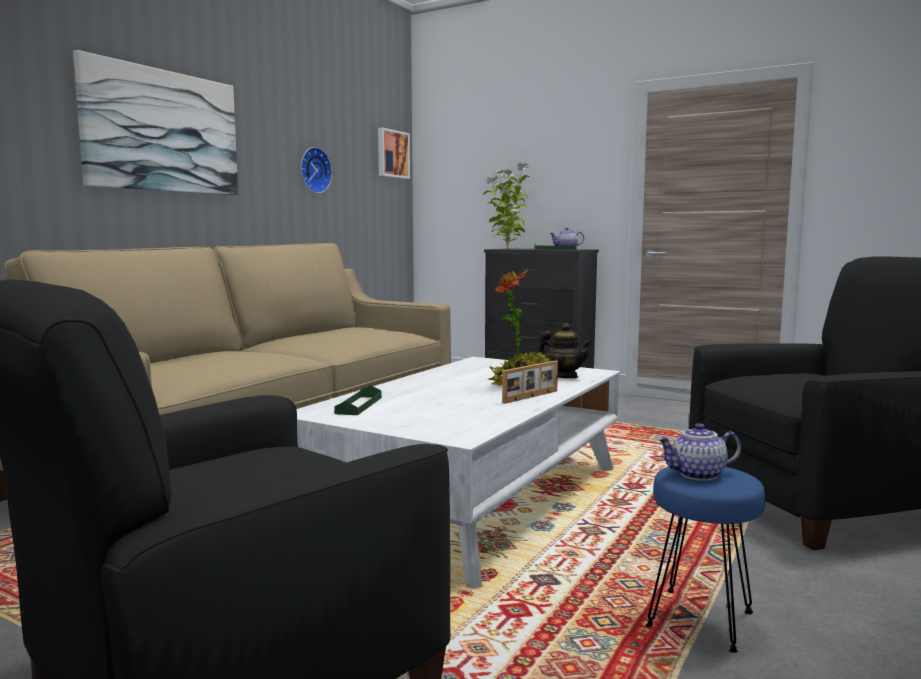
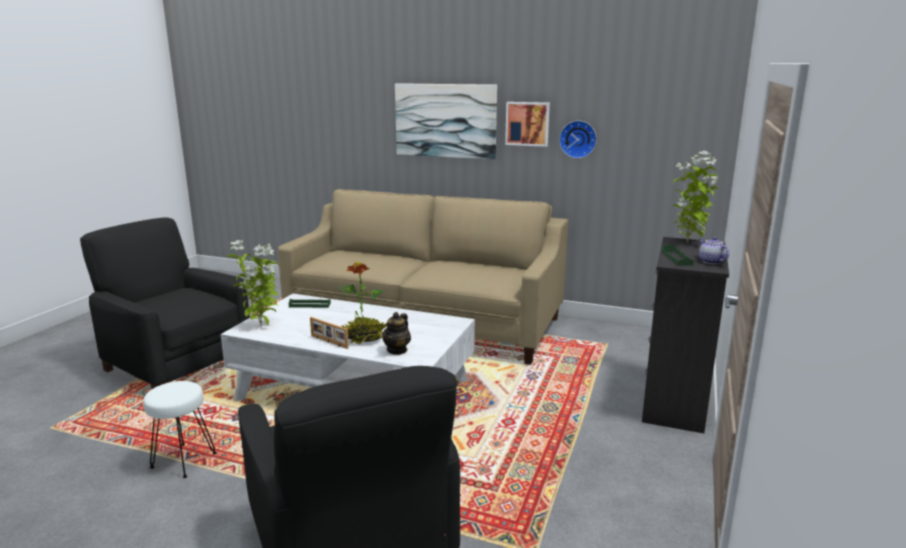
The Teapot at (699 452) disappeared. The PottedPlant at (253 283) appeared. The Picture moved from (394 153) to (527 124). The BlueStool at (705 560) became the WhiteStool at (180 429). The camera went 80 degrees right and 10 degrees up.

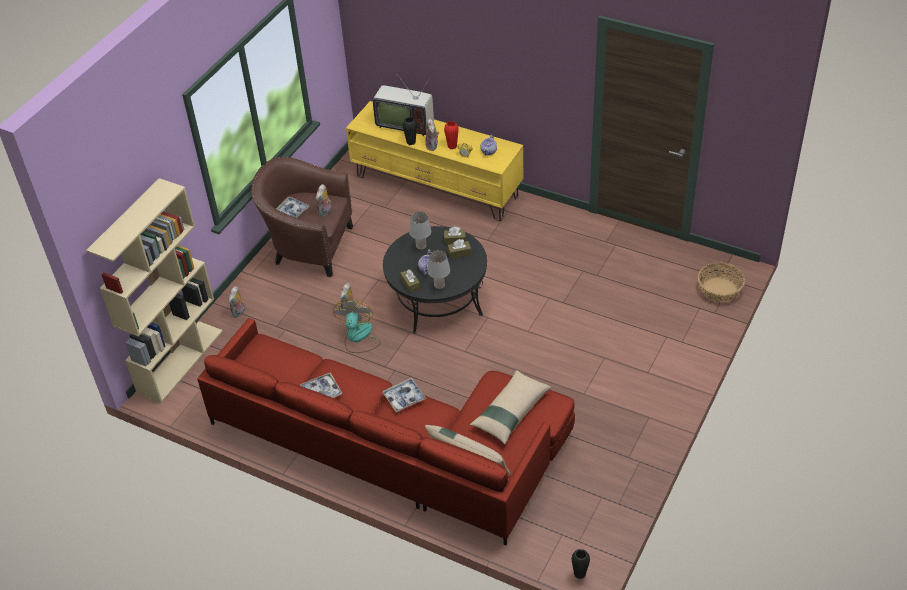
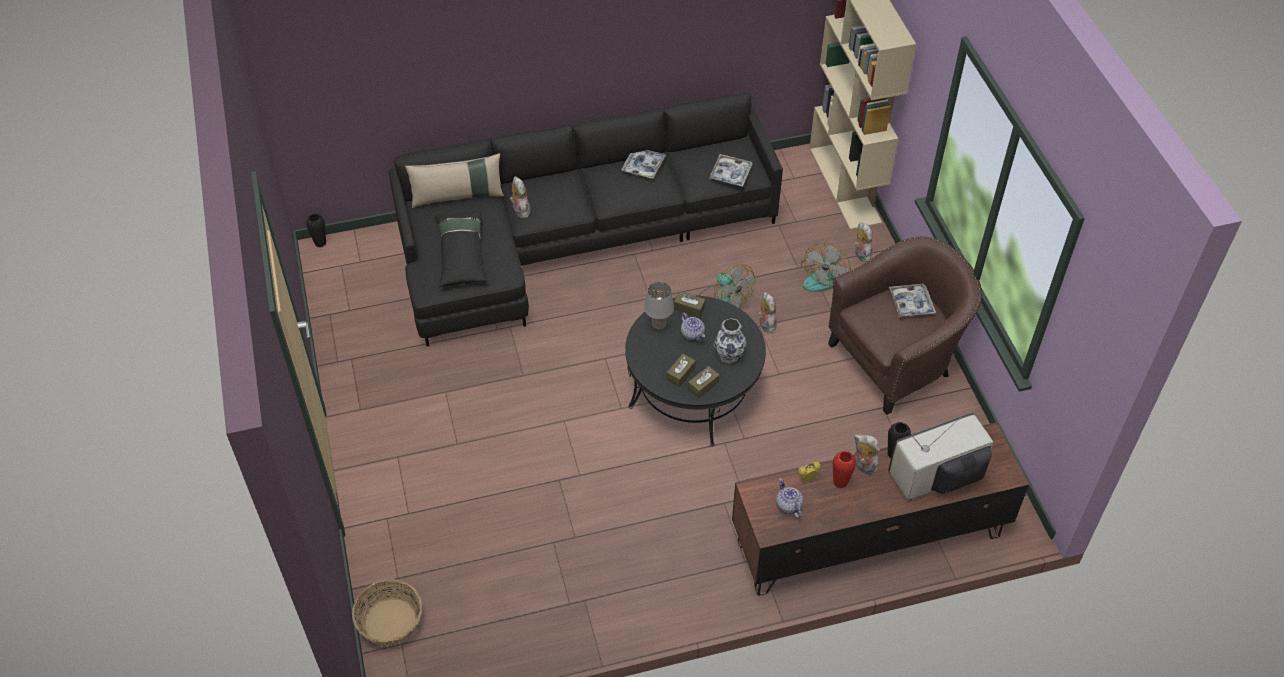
The Fan at (826 267) appeared. The PlushToy moved from (323 200) to (520 197). The Tray moved from (404 395) to (730 170). The GreyTableLamp at (420 231) was replaced by the Vase at (730 340). The RedSofa at (386 432) became the BlackSofa at (586 220). The YellowTvStand at (434 161) became the BrownTvStand at (880 509). The BeigePillow at (510 407) became the BlackPillow at (461 249). The camera went 135 degrees right and 5 degrees up.

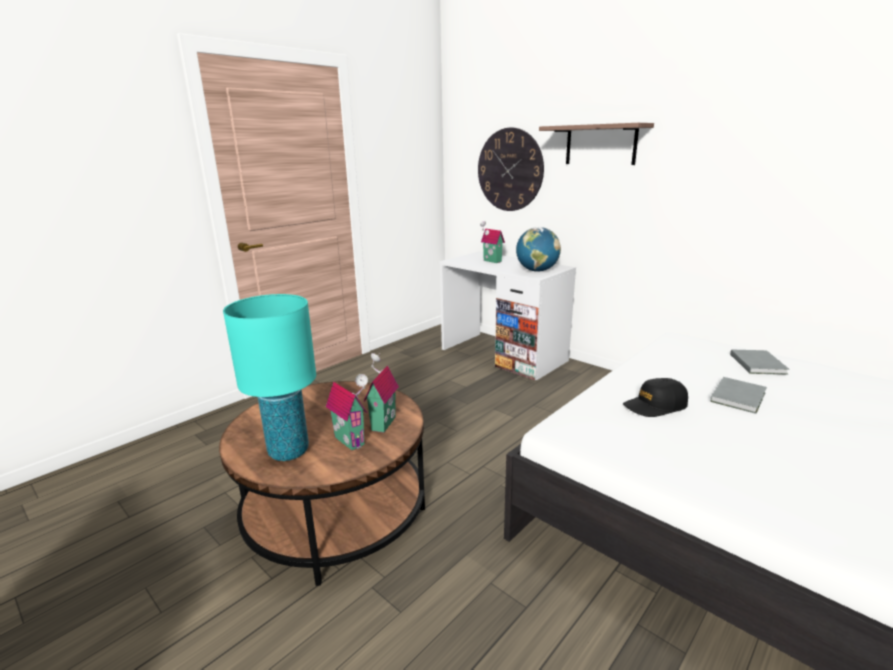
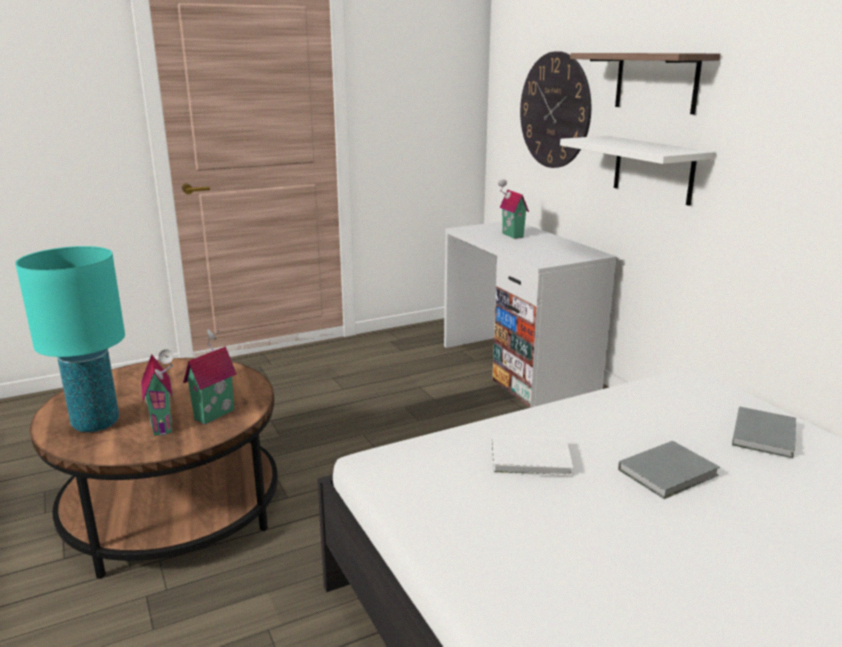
The Globe at (538 249) disappeared. The WhiteShelf at (637 171) appeared. The BlackCap at (655 397) was replaced by the WhiteBook at (532 455). The camera went 20 degrees right and 0 degrees up.

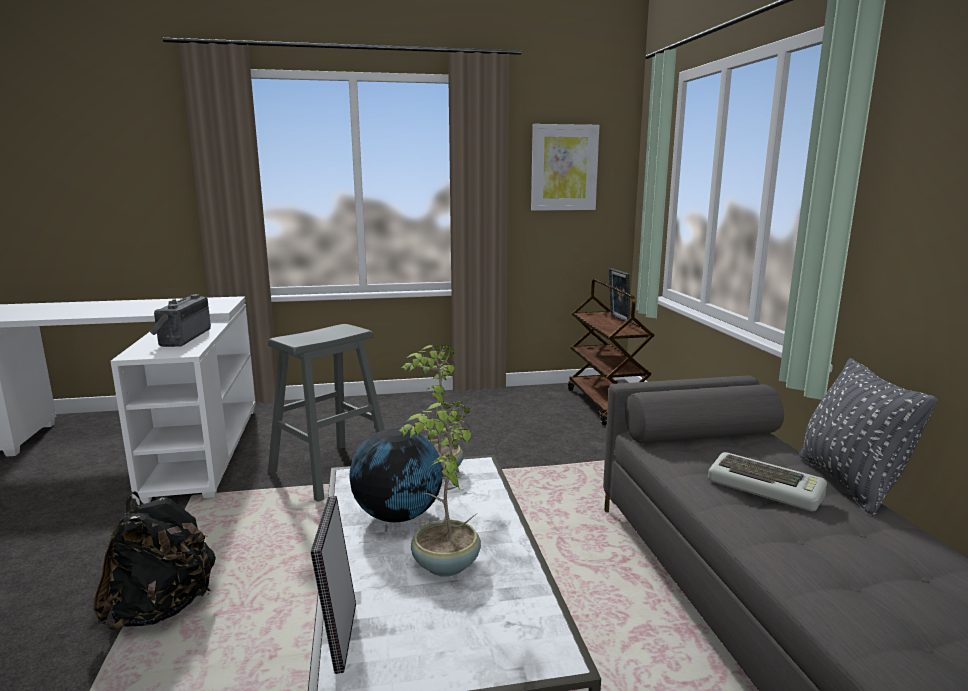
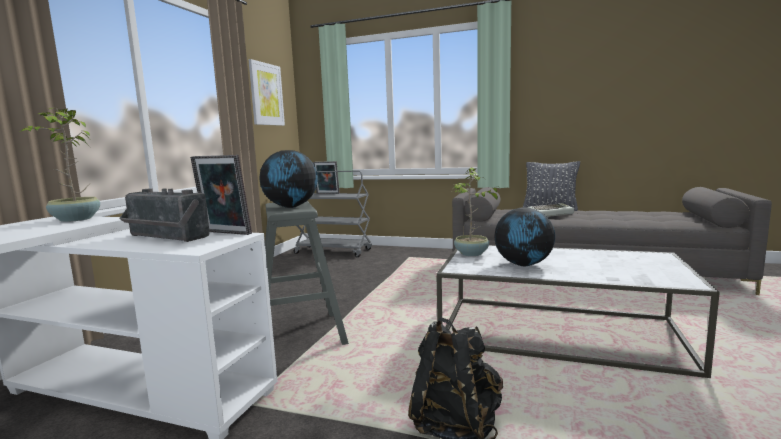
The Globe at (289 179) appeared. The PictureFrame moved from (333 585) to (221 195). The PottedPlant moved from (439 489) to (60 164). The BrownCart at (611 352) became the GreyCart at (333 214). The camera went 60 degrees left and 5 degrees down.

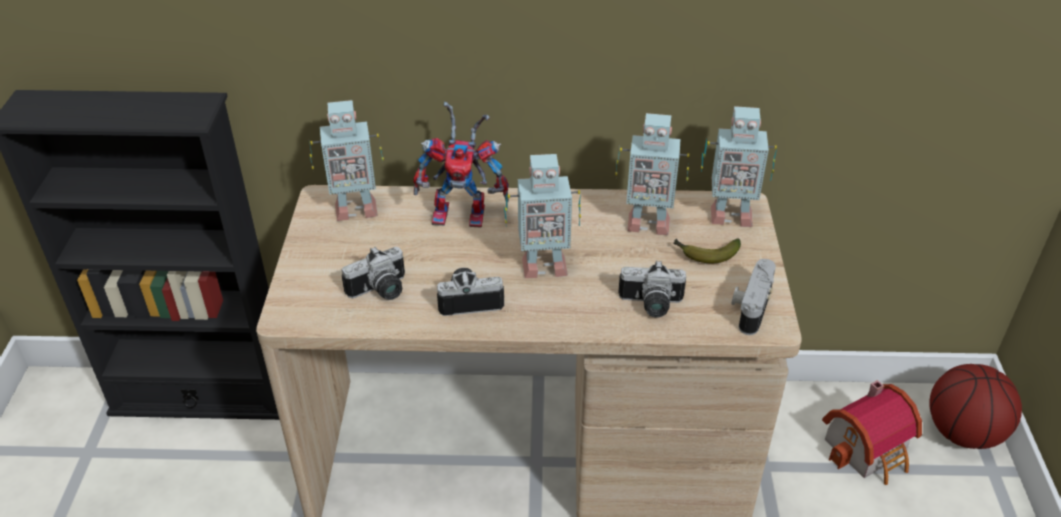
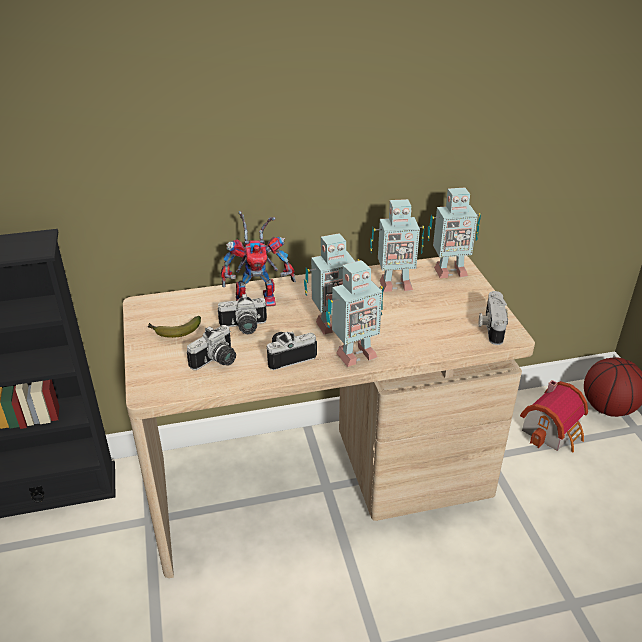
The ToyRobot moved from (346 160) to (355 313). The PhotoCamera moved from (652 289) to (242 314). The Banana moved from (707 250) to (174 327). The camera went 15 degrees left and 5 degrees down.

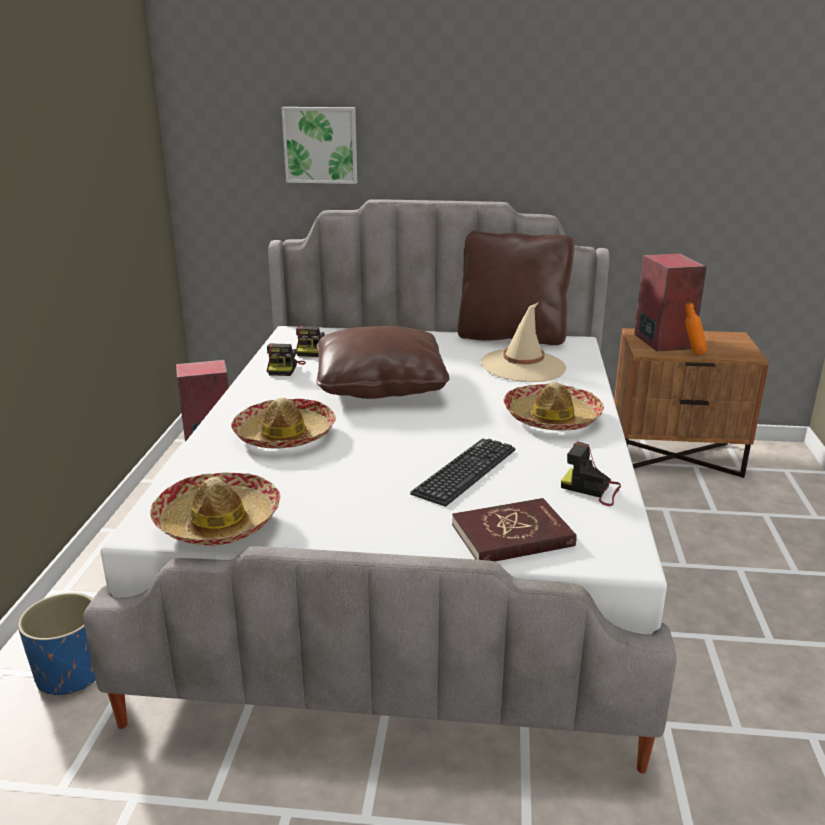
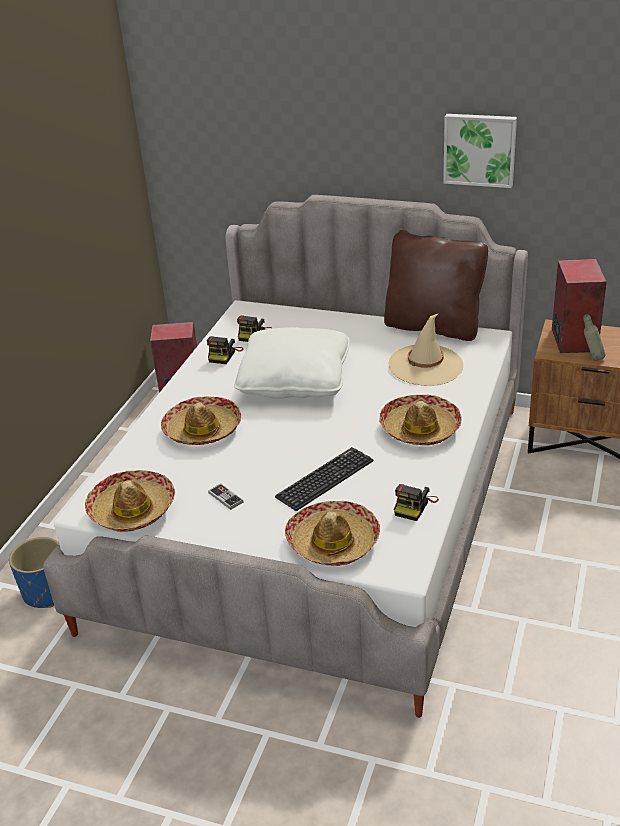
The GameController at (225 497) appeared. The Picture moved from (319 145) to (480 151). The RedBook at (514 529) was replaced by the Hat at (332 533). The BrownPillow at (383 362) became the WhitePillow at (292 363). The OrangeBottle at (696 328) became the GreyBottle at (594 337). The PhotoCamera at (591 473) turned 105 degrees counterclockwise. The camera went 15 degrees right and 10 degrees up.

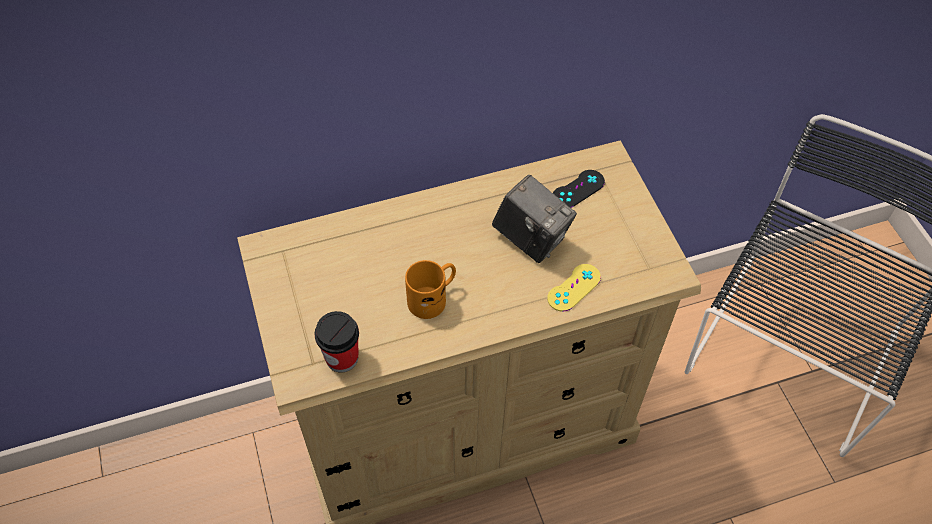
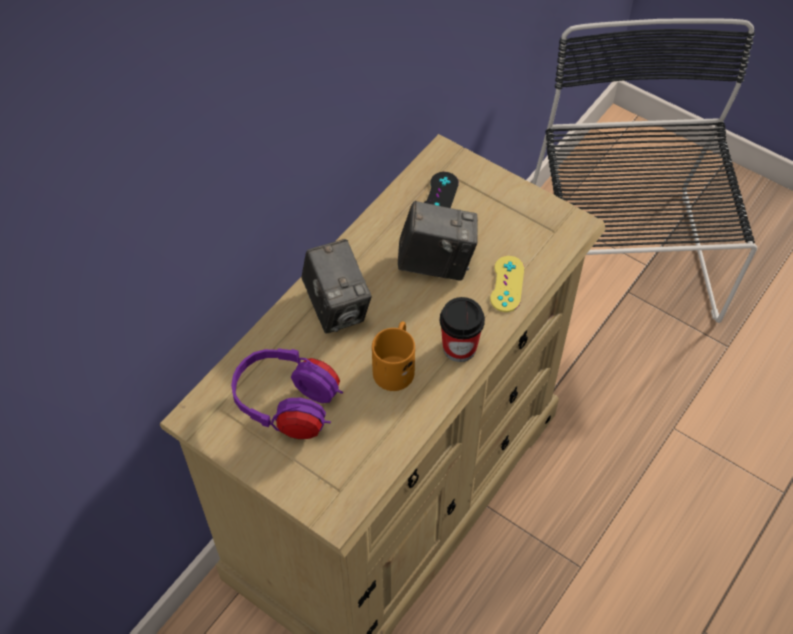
The PurpleHeadphones at (287 393) appeared. The PhotoCamera at (336 286) appeared. The Cup moved from (336 342) to (462 329). The camera went 35 degrees left and 0 degrees up.

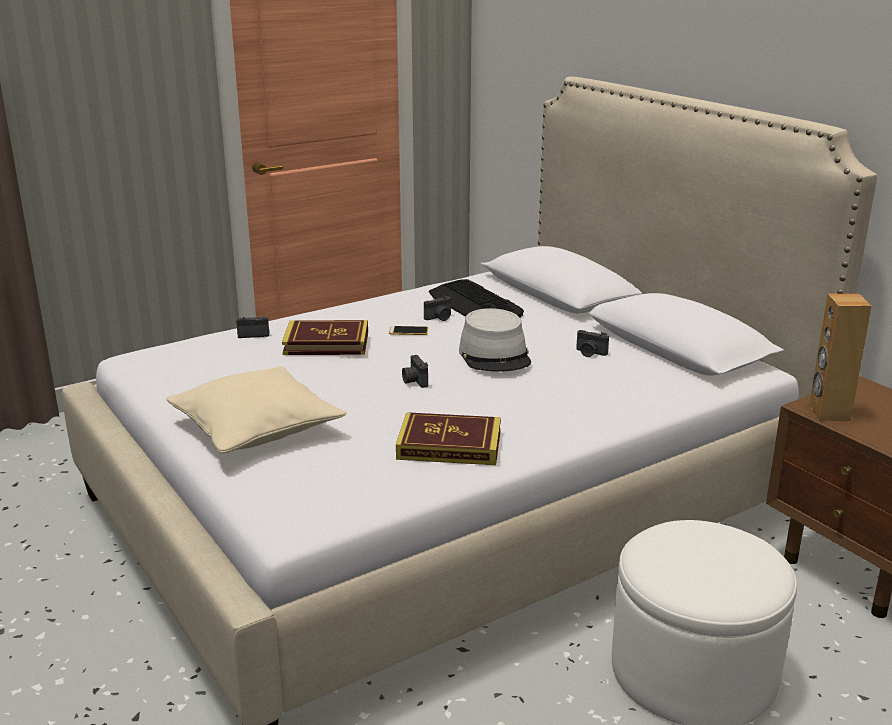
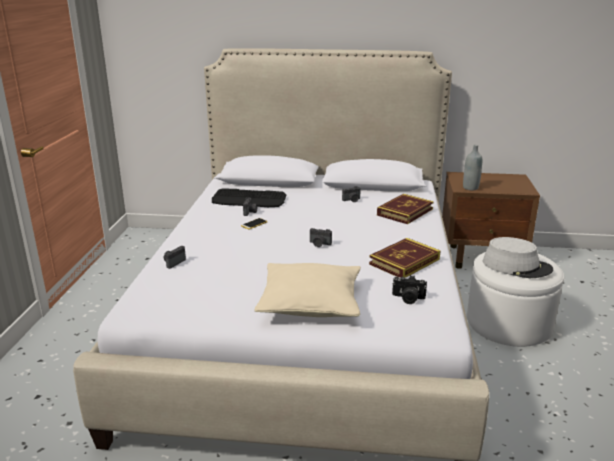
The PhotoCamera at (409 289) appeared. The Book moved from (325 337) to (405 209). The GreyHat moved from (495 340) to (518 257). The BrownSpeaker at (840 357) was replaced by the GreyBottle at (472 168). The camera went 50 degrees left and 0 degrees up.

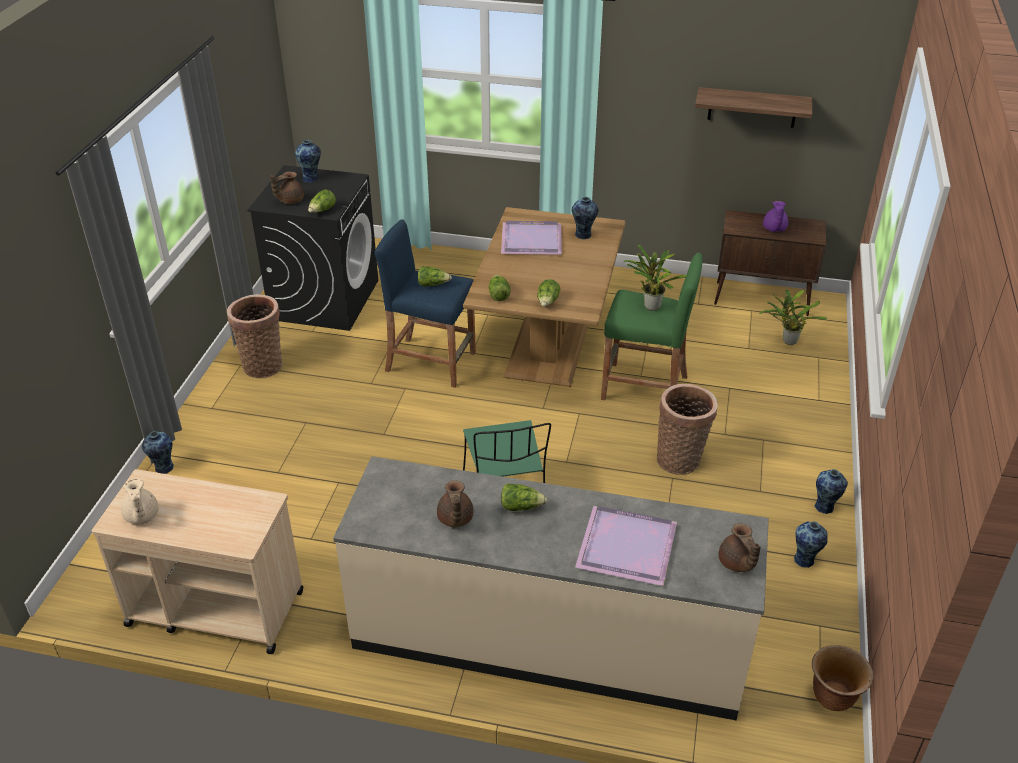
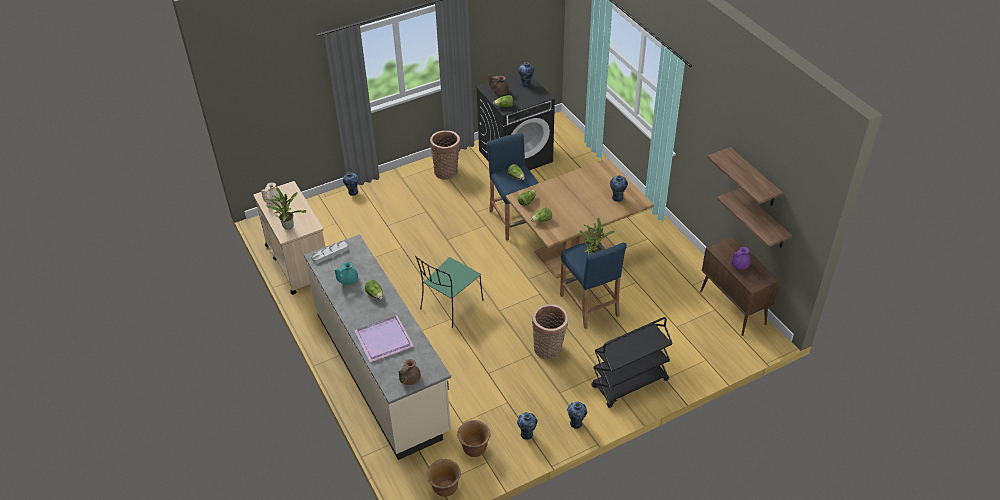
The PurpleTray at (531 238) disappeared. The GreyTray at (329 252) appeared. The BrownPlanter at (474 438) appeared. The BlackCart at (632 362) appeared. The Shelf at (754 218) appeared. The PottedPlant moved from (793 317) to (286 208). The BrownTeapot at (455 504) became the TurquoiseTeapot at (346 273). The GreenStool at (652 326) became the BlueStool at (593 284). The camera went 50 degrees right and 5 degrees up.

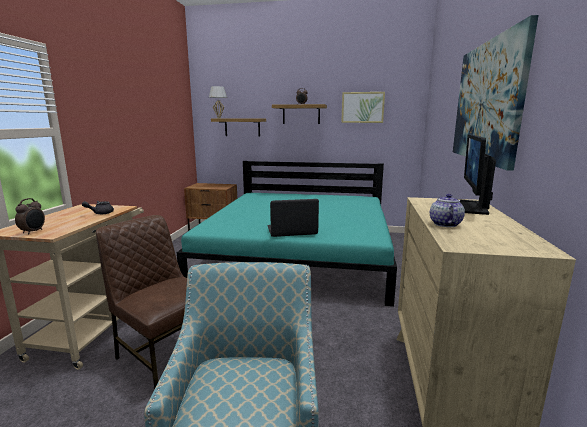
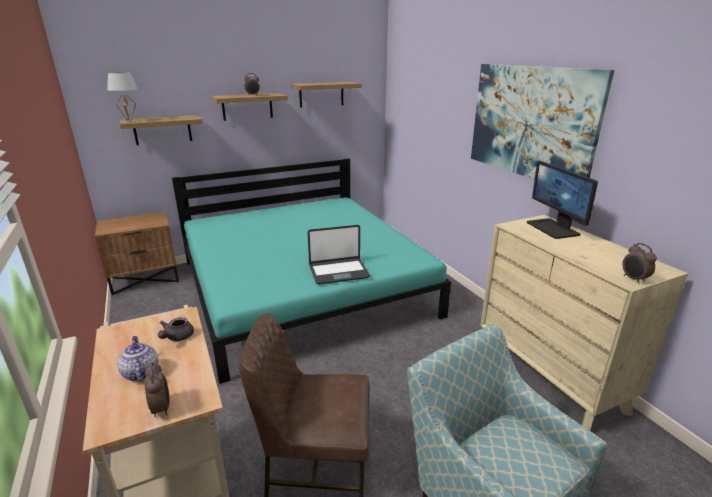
The AlarmClock at (639 263) appeared. The Teapot moved from (447 210) to (138 359). The Picture at (363 107) was replaced by the Shelf at (326 95). The Laptop at (293 218) turned 150 degrees counterclockwise. The camera went 35 degrees left and 10 degrees up.

